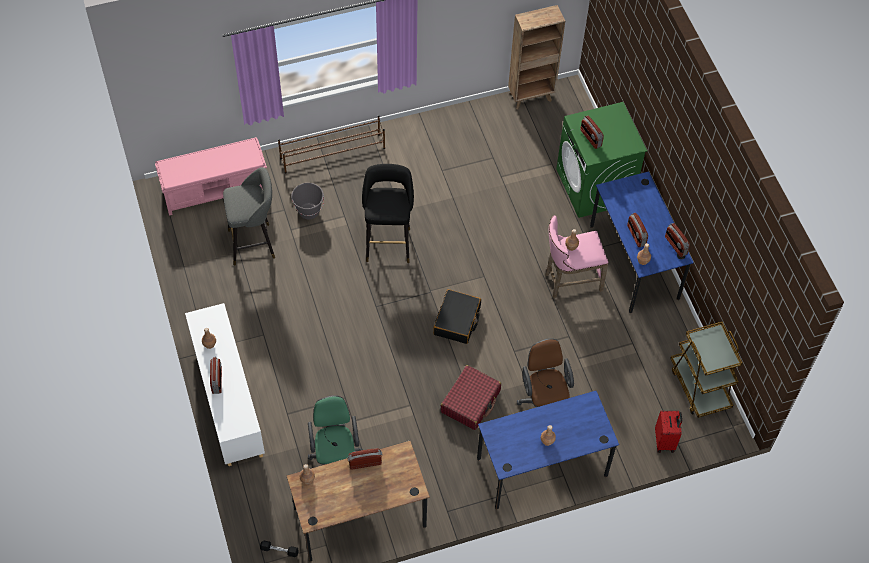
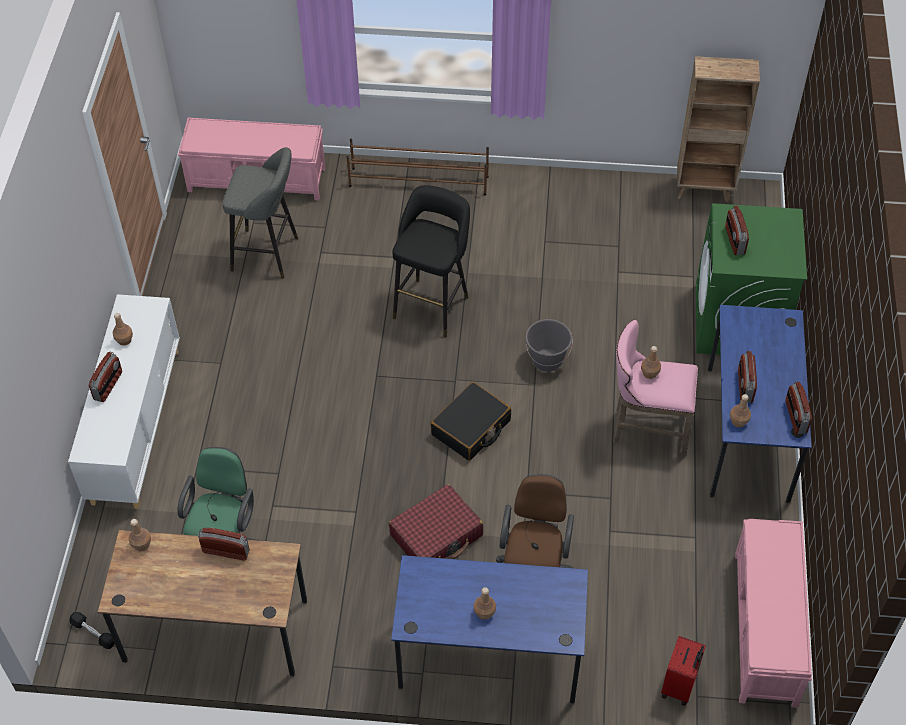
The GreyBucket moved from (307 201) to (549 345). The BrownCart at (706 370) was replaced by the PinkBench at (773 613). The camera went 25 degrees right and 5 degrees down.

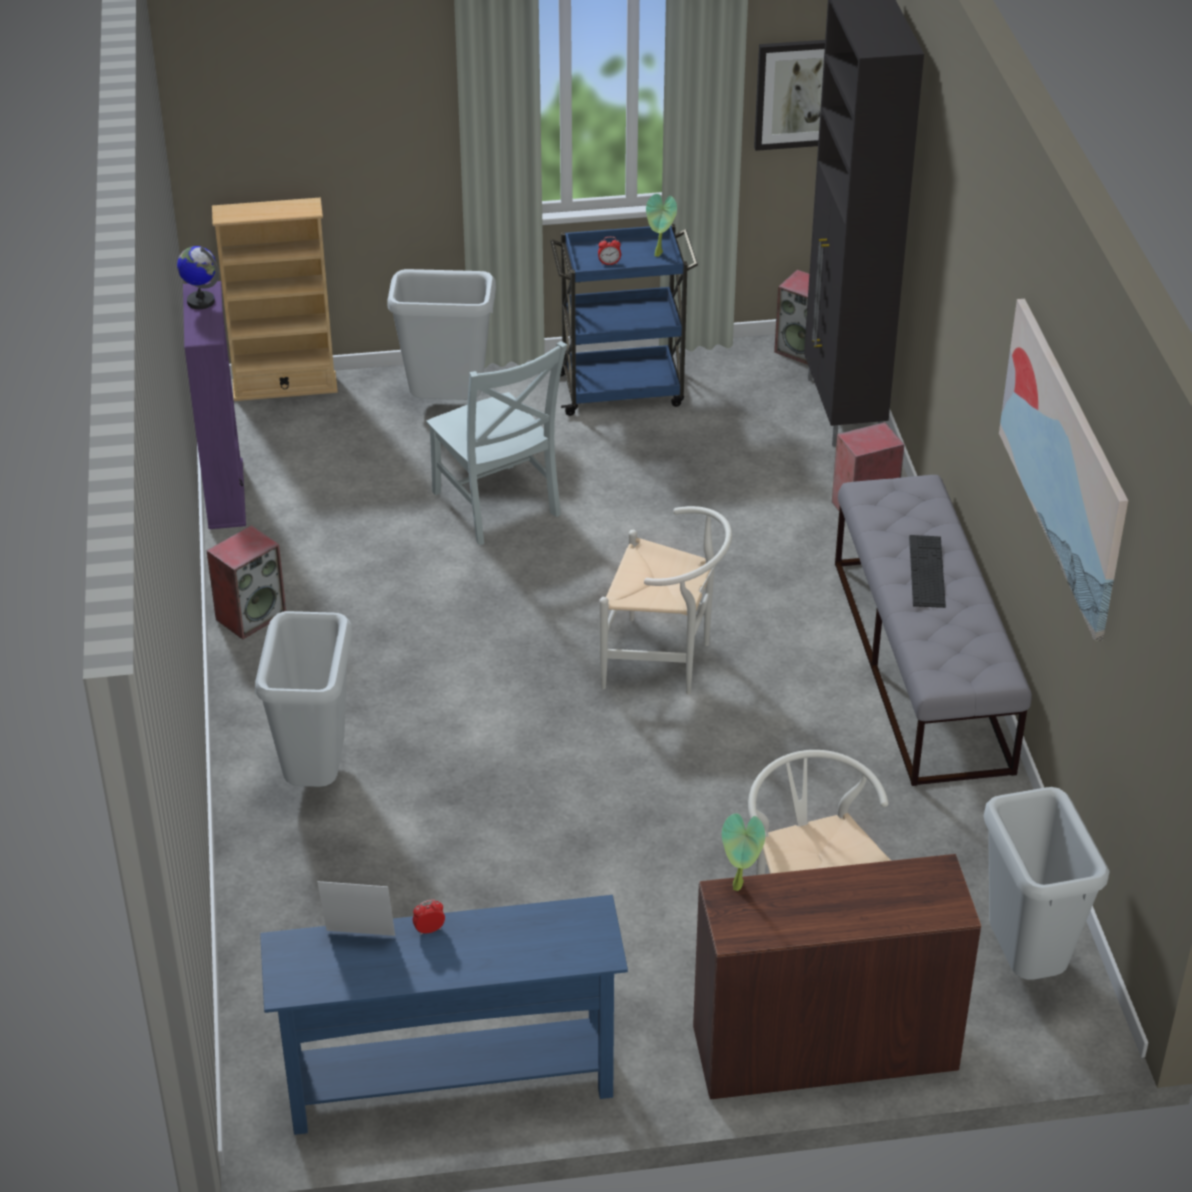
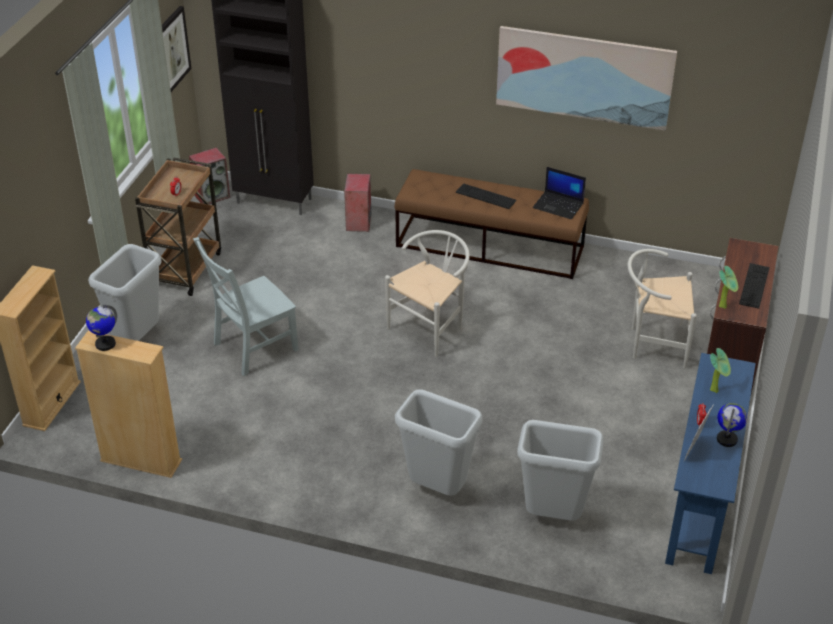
The Speaker at (246 582) disappeared. The Laptop at (559 193) appeared. The Globe at (732 425) appeared. The Keyboard at (754 286) appeared. The PottedPlant moved from (661 225) to (720 370). The GreyTrashCan moved from (1046 883) to (560 470). The PurpleBookcase at (214 405) became the BeigeBookcase at (128 404). The BlueCart at (624 320) became the BrownCart at (178 227). The GreyBench at (933 630) became the BrownBench at (491 224). The GreyChair at (496 443) turned 150 degrees clockwise. The camera went 65 degrees left and 0 degrees up.

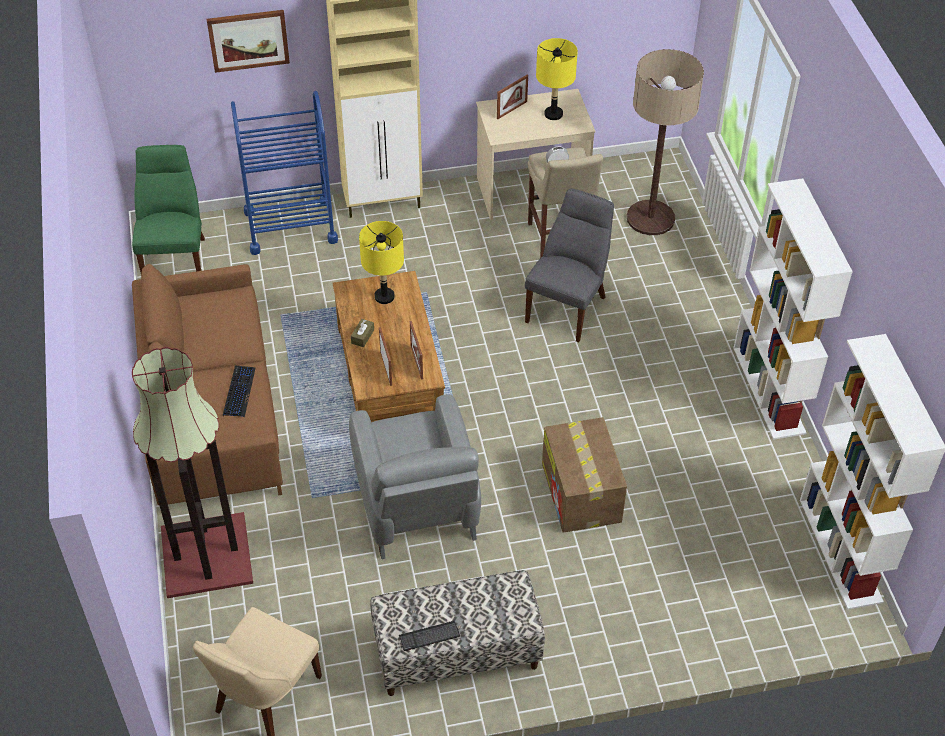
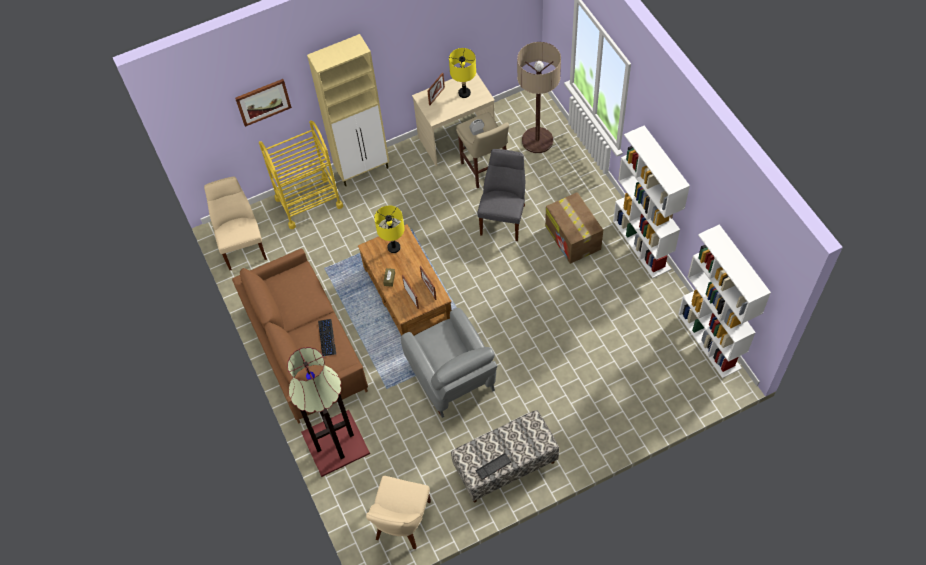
The CardboardBox moved from (584 475) to (574 228). The GreenChair at (168 208) became the BeigeChair at (235 223). The BlueCart at (284 173) became the YellowCart at (301 175). The camera went 10 degrees left and 10 degrees up.

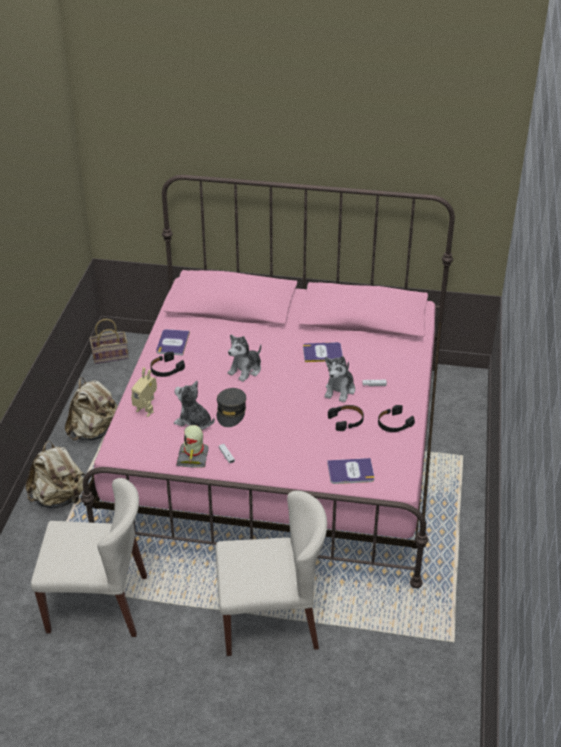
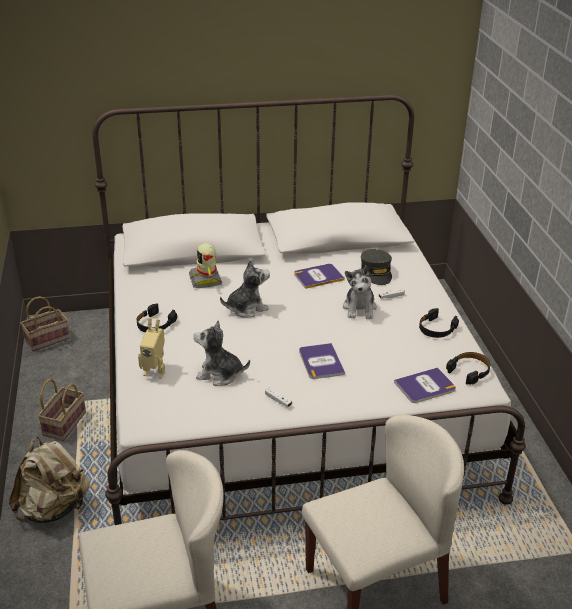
The Book moved from (173 342) to (322 361). The ToyRobot moved from (192 446) to (205 265). The GreyCap moved from (231 407) to (376 267). The BlackHeadphones moved from (346 418) to (468 368). The BeigeBackpack at (91 409) was replaced by the Basket at (62 410). The PinkBed at (268 381) became the WhiteBed at (309 310). The PlushToy at (244 358) turned 135 degrees counterclockwise. The camera went 20 degrees left and 5 degrees down.

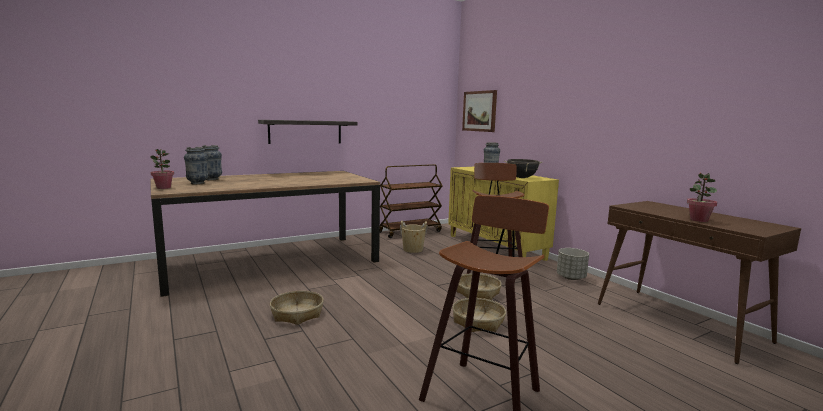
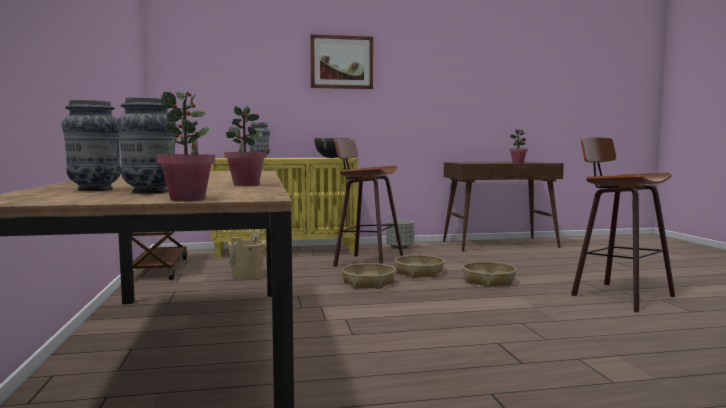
The Shelf at (307 132) disappeared. The PottedPlant at (245 146) appeared. The Basket moved from (297 308) to (368 276). The Picture moved from (479 111) to (341 61). The camera went 70 degrees left and 5 degrees down.

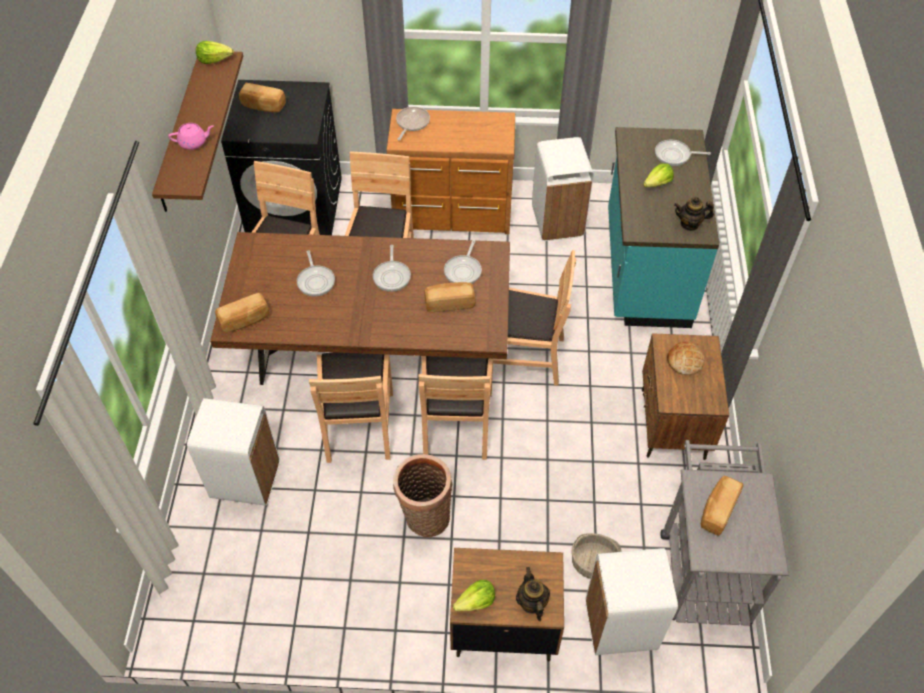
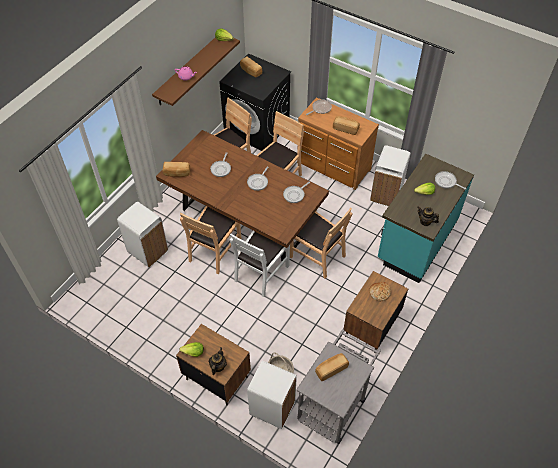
The Basket at (423 496) disappeared. The Bread moved from (450 297) to (346 125). The BrownChair at (455 408) became the WhiteChair at (260 264). The camera went 30 degrees right and 0 degrees up.

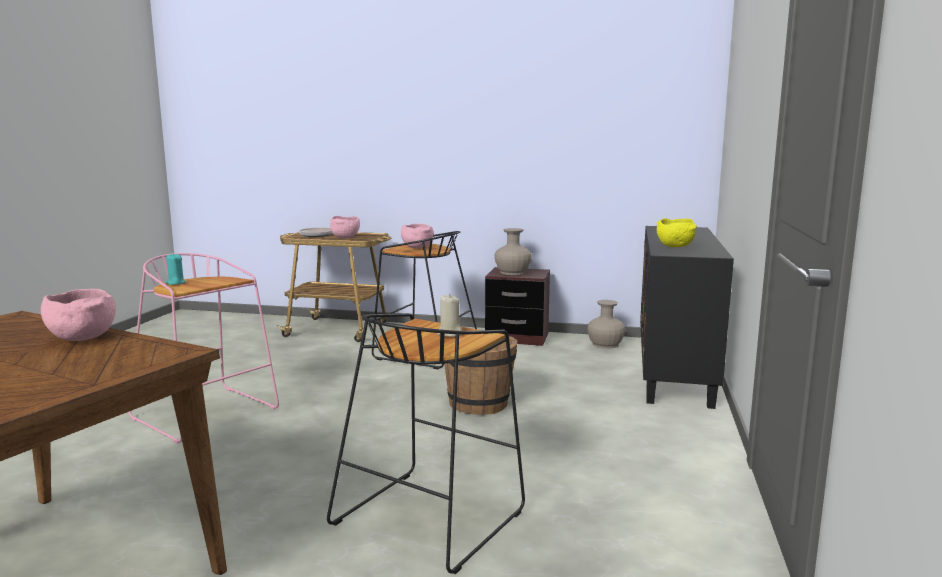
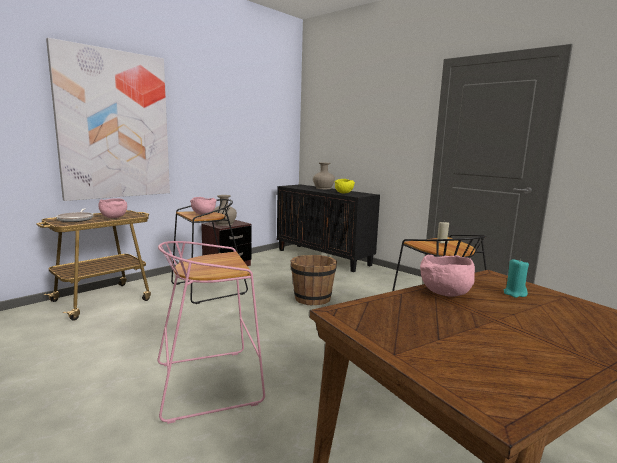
The Picture at (108 119) appeared. The TurquoiseCandle moved from (176 269) to (516 278). The BeigeVase moved from (606 324) to (324 175). The camera went 60 degrees left and 0 degrees up.

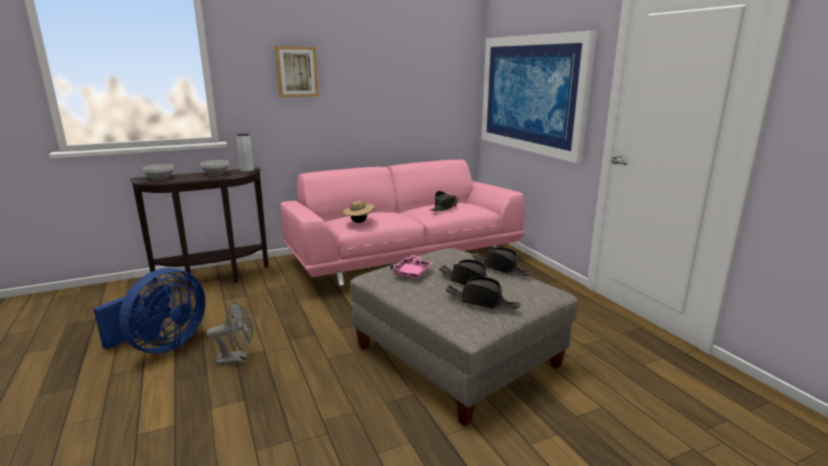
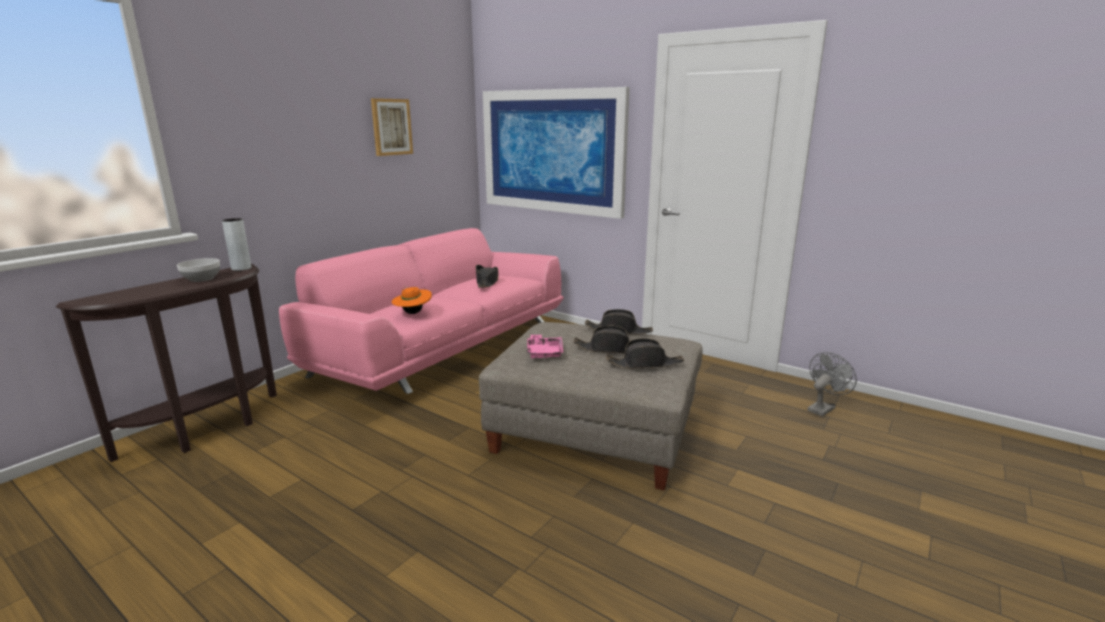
The BlueFan at (149 310) disappeared. The Bowl at (158 172) disappeared. The GreyFan moved from (229 334) to (832 384). The Picture moved from (297 71) to (392 127). The BeigeHat at (358 211) became the OrangeHat at (412 300). The camera went 30 degrees left and 0 degrees up.

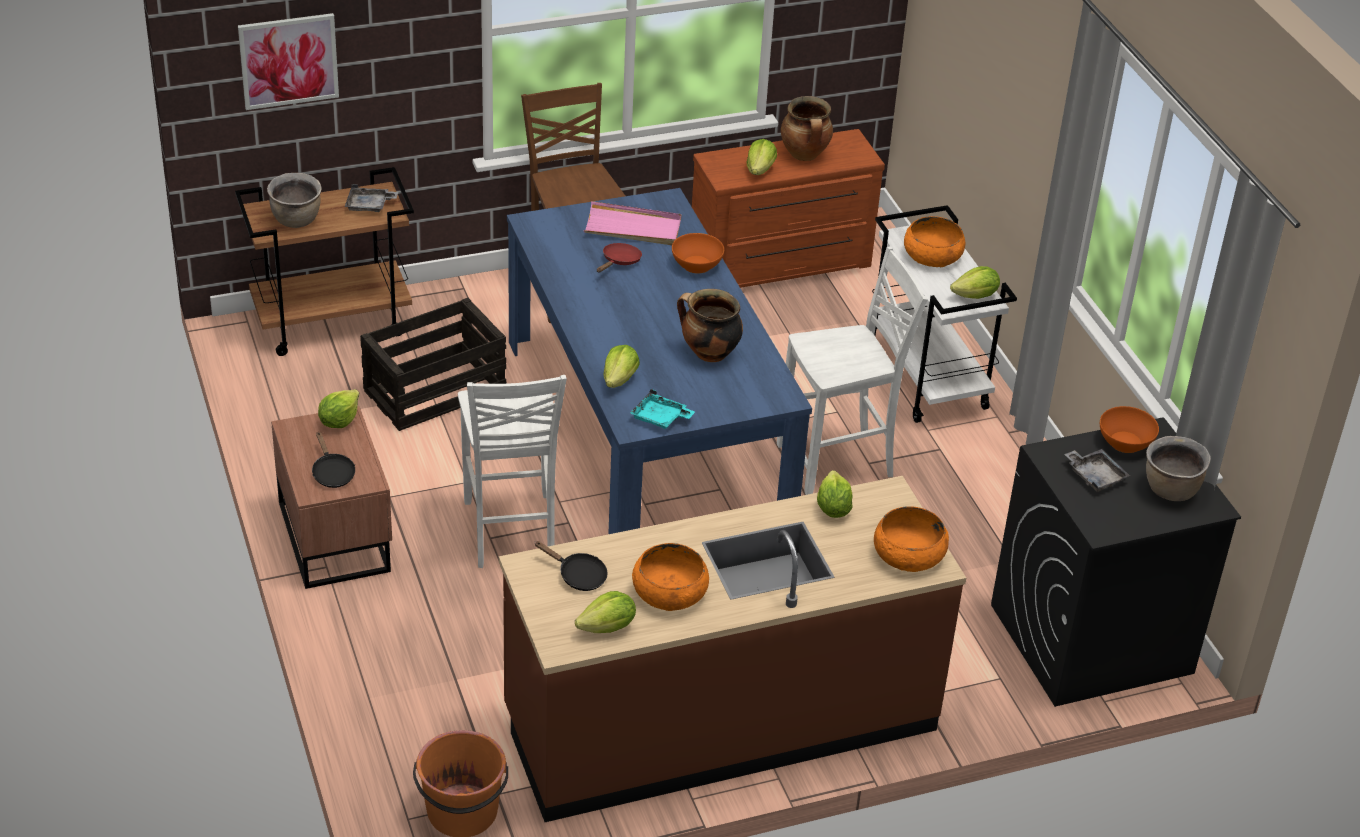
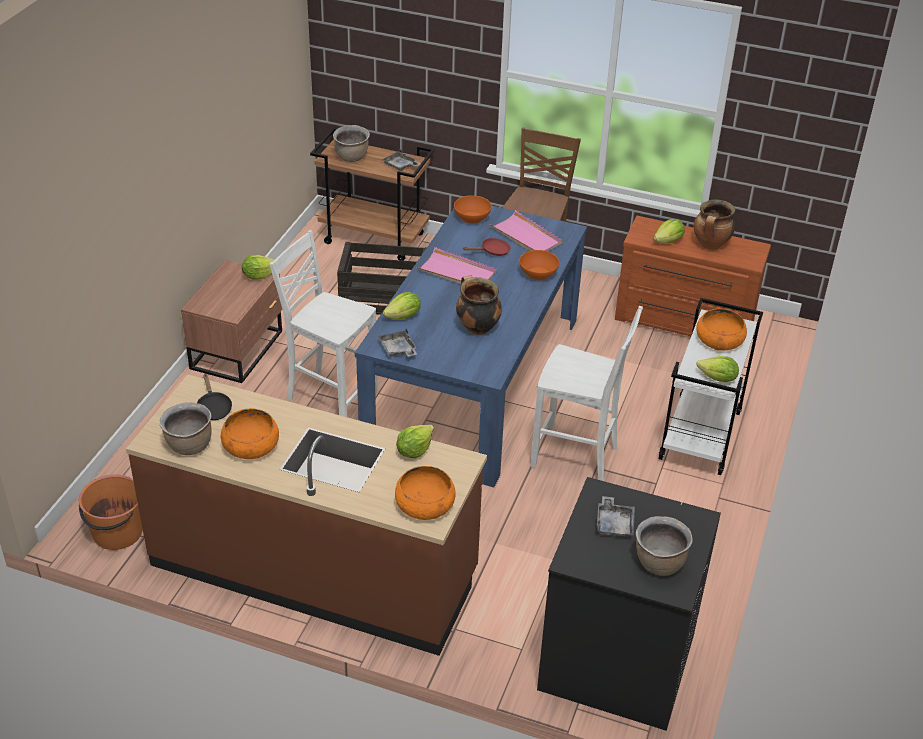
The Picture at (288 61) disappeared. The BlackFryingPan at (333 459) disappeared. The PinkTray at (456 265) appeared. The OrangeBowl moved from (1129 429) to (473 209). The Lettuce at (605 612) was replaced by the BrownCookingPot at (185 428). The TurquoiseTray at (662 409) became the GreyTray at (397 343). The WhiteChair at (512 471) turned 90 degrees clockwise. The camera went 40 degrees right and 0 degrees up.

